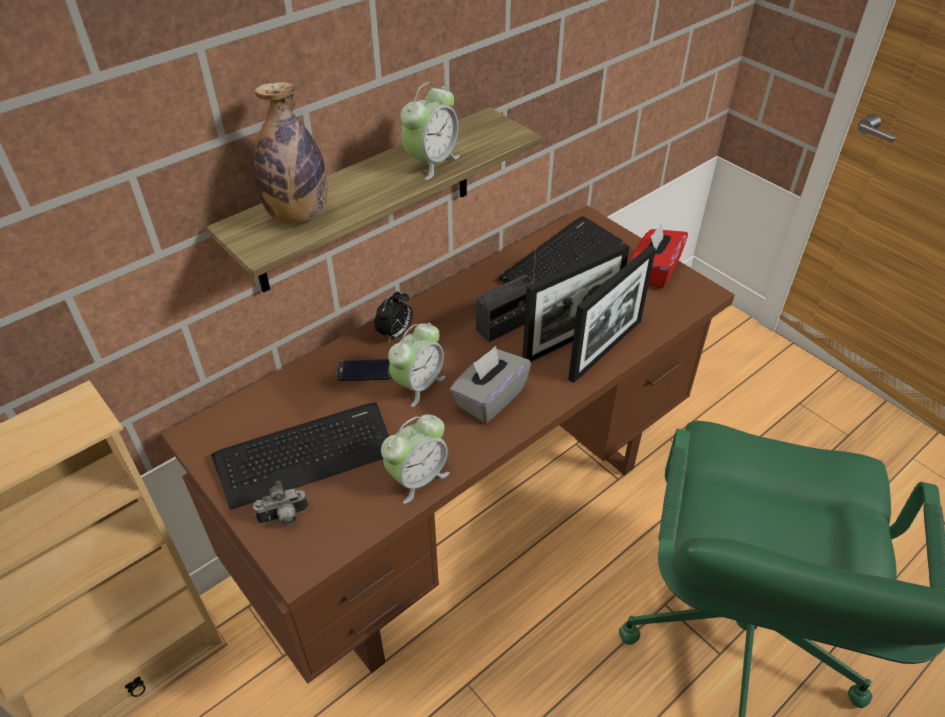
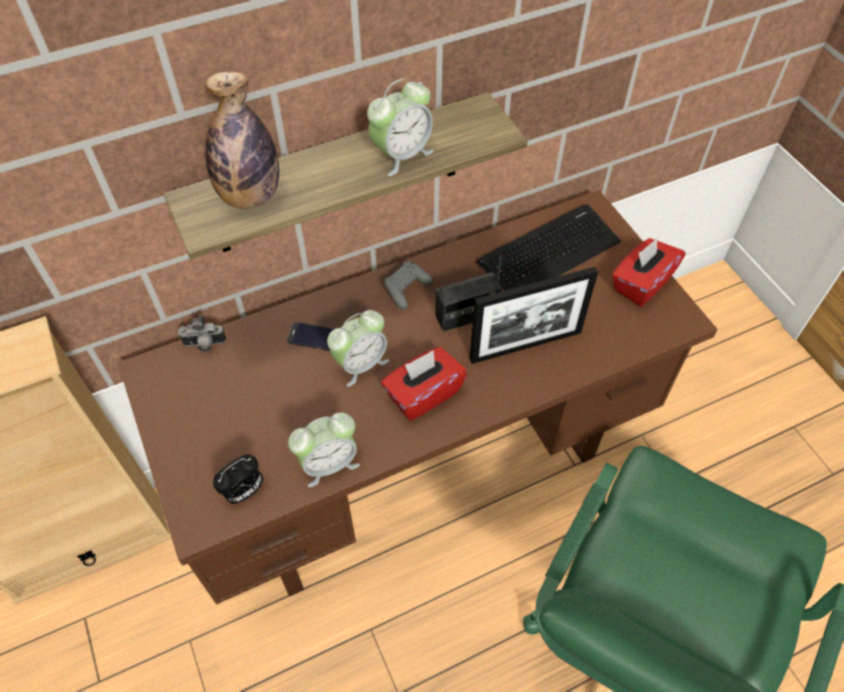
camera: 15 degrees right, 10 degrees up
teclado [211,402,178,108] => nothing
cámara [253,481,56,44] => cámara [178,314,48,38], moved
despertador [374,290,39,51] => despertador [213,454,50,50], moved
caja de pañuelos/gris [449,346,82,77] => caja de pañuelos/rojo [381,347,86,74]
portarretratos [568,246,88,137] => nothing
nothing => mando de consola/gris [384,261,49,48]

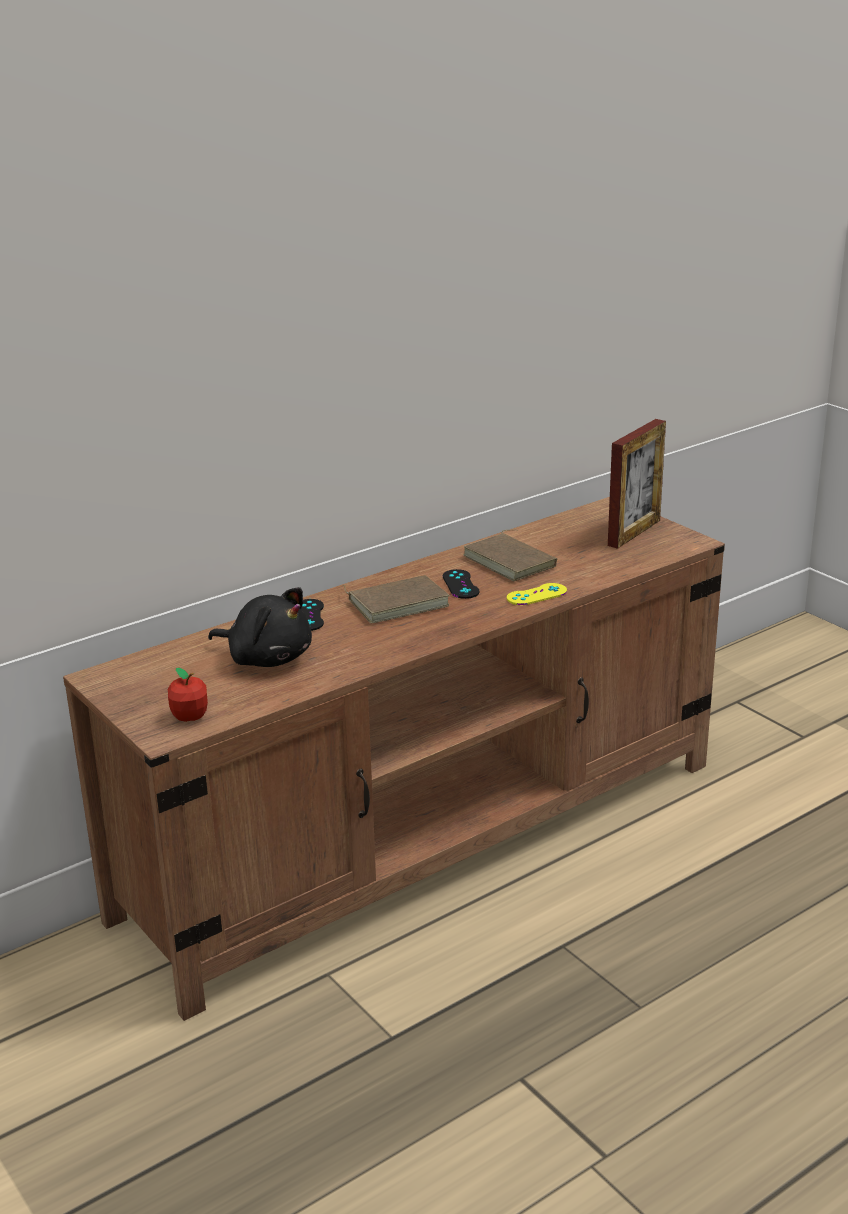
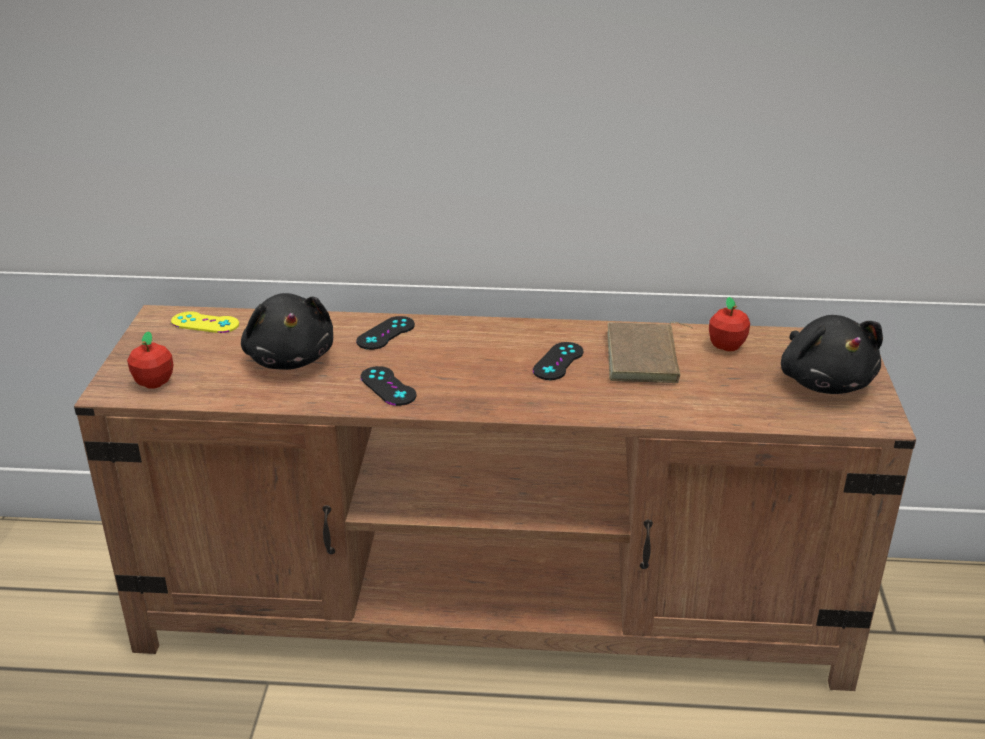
camera: 40 degrees right, 5 degrees up
libro/marrón [343,575,107,48] => nothing
mando de consola/amarillo [507,583,60,22] => mando de consola/amarillo [171,311,68,22], moved
portarretratos [608,419,58,130] => peluche/negro [781,315,102,79]
nothing => mando de consola/negro [360,366,57,40]
nothing => manzana [709,297,41,54]

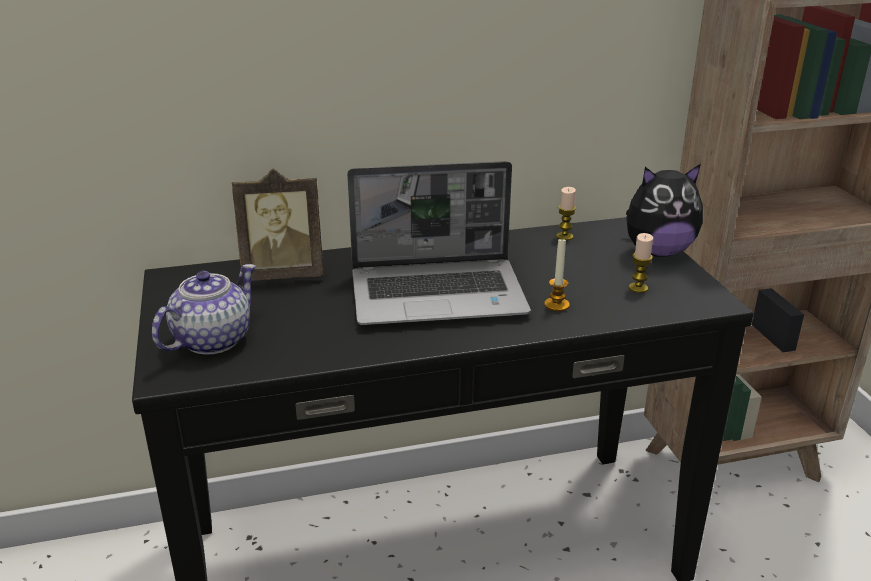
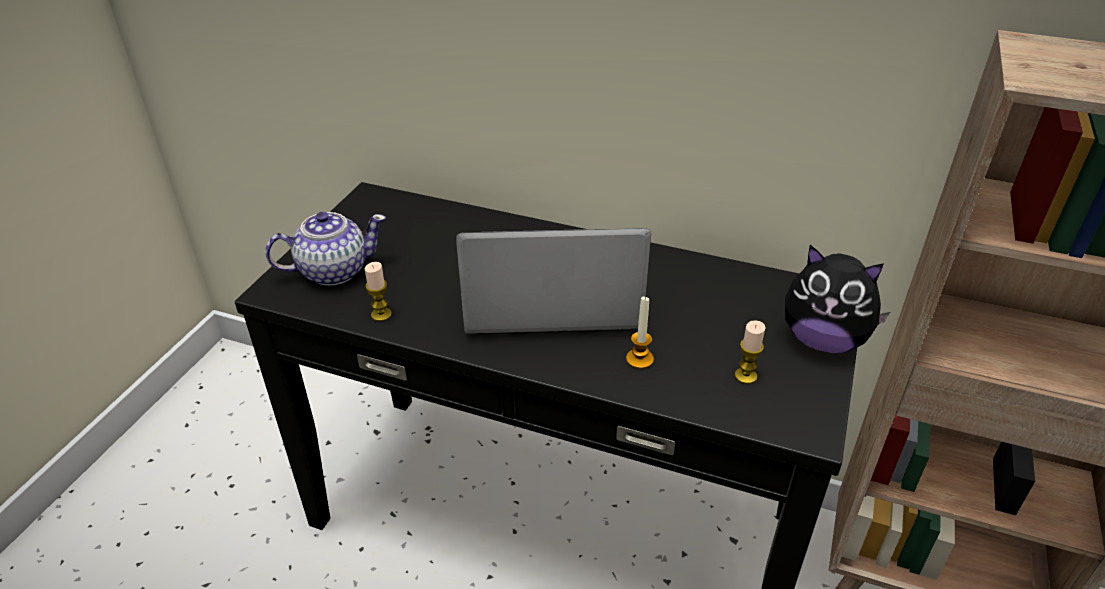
camera: 35 degrees right, 10 degrees up
portarretratos [232,169,92,112] => nothing
portátil [347,161,184,164] => portátil [456,228,195,107], 150 degrees clockwise
vela [556,187,20,54] => vela [365,262,27,60], moved

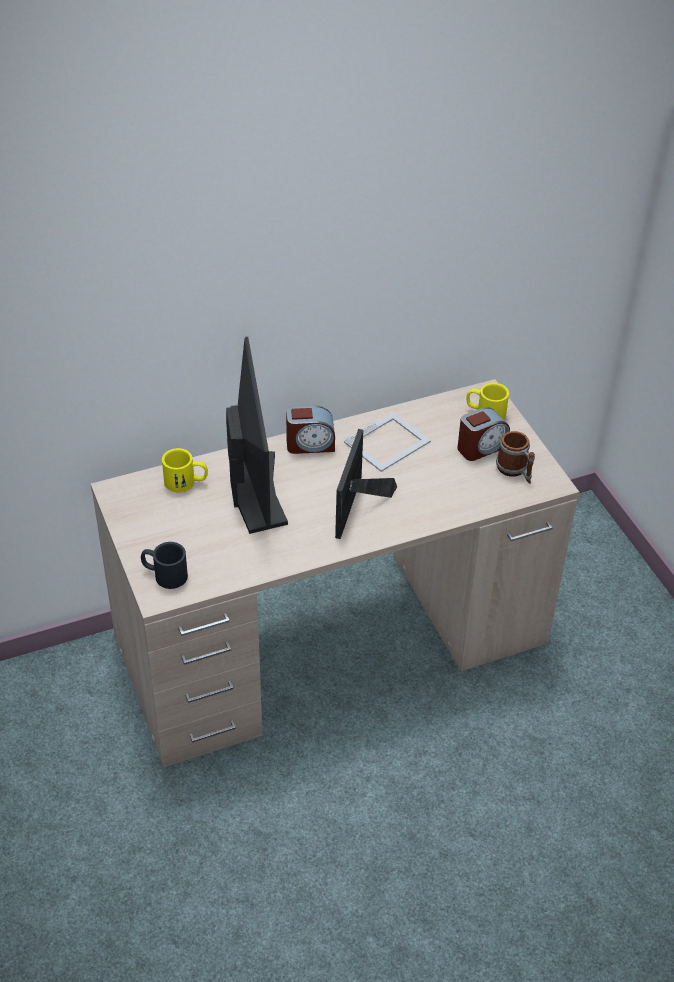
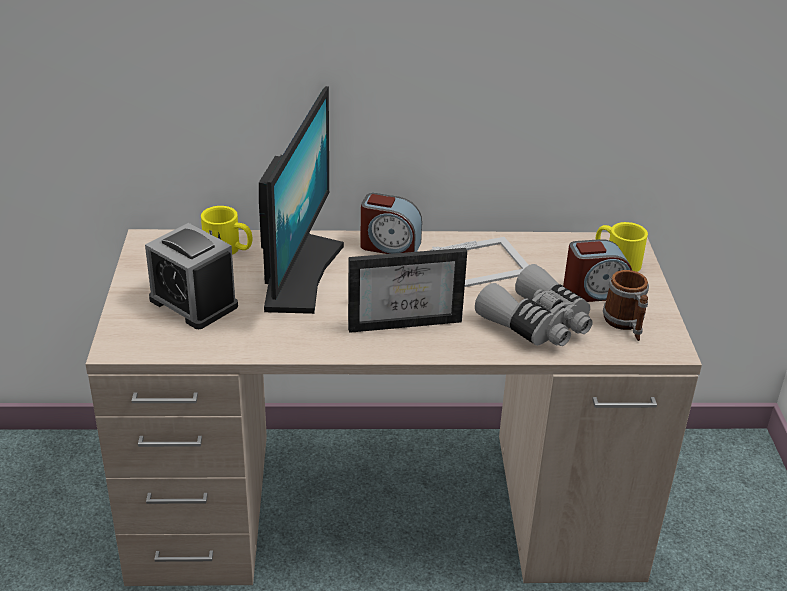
camera: 20 degrees right, 10 degrees down
taza grande/negro [141,542,47,47] => nothing
portarretratos [335,429,62,110] => portarretratos [348,248,119,85], 135 degrees counterclockwise
nothing => despertador [145,223,93,106]
nothing => prismáticos/gris [475,264,118,82]

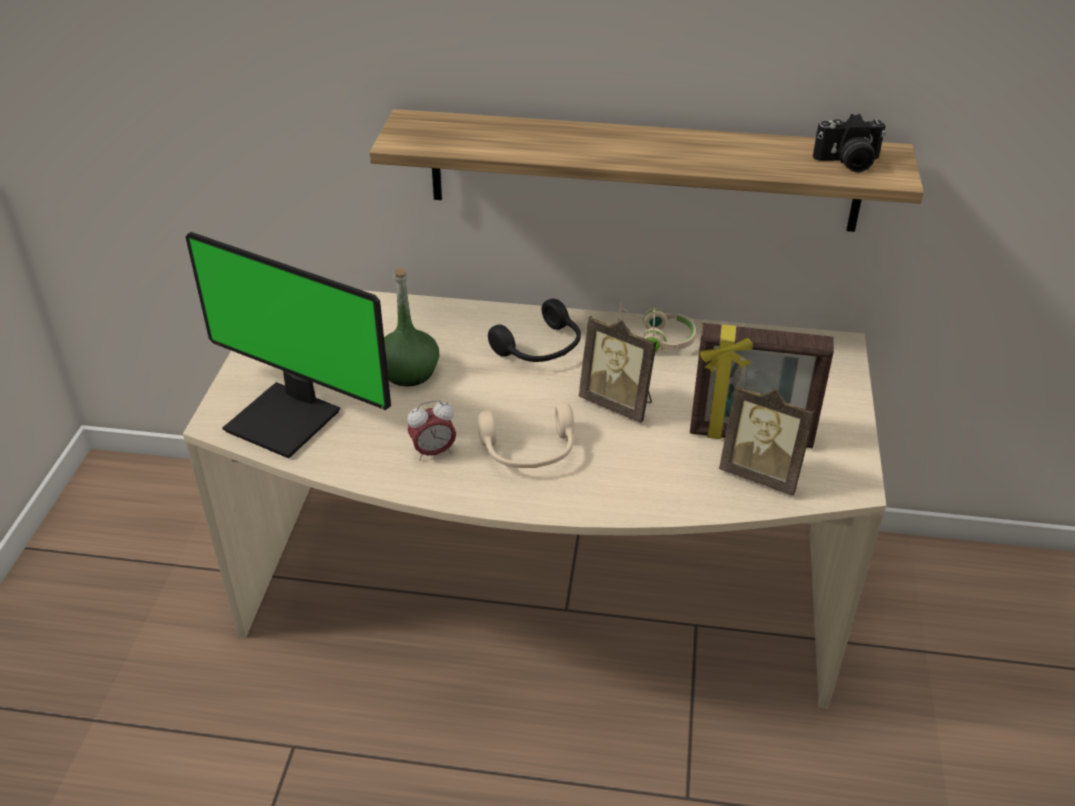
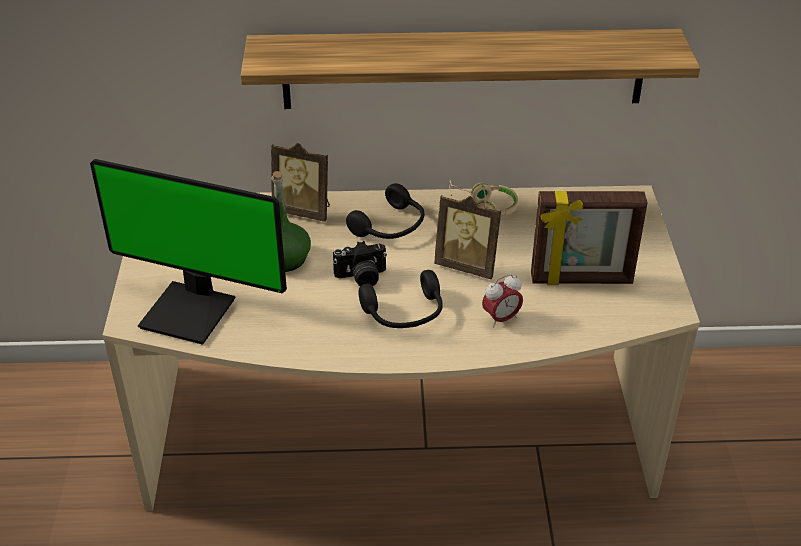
camera: 10 degrees left, 0 degrees up
despertador [407,400,49,61] => despertador [482,274,41,54], moved
auriculares/beis [478,403,96,65] => auriculares/negro [359,270,84,58]
portarretratos [719,384,96,111] => portarretratos [271,143,59,79], moved
cámara [813,114,73,58] => cámara [333,241,54,45], moved

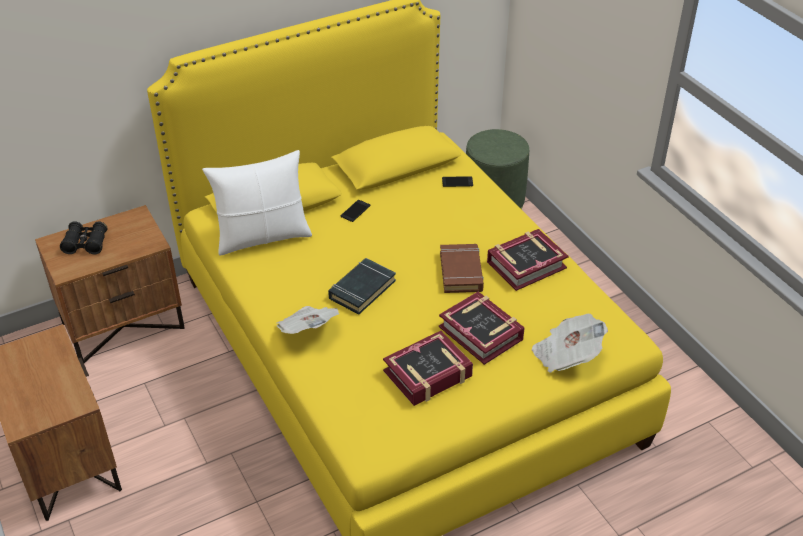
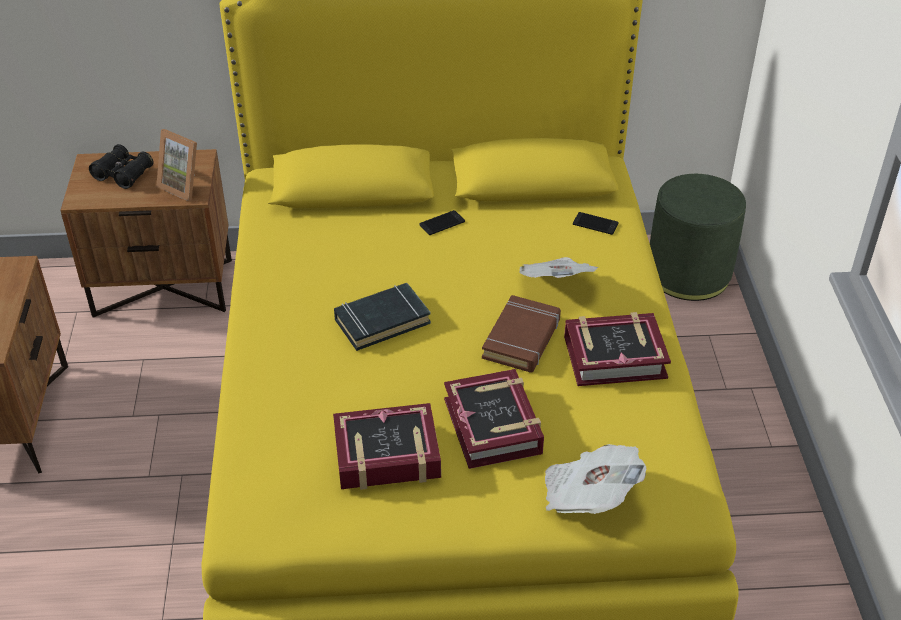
camera: 25 degrees right, 0 degrees up
cojín/blanco [202,150,110,105] => nothing
periódico [276,306,63,28] => periódico [519,257,80,21], moved
nothing => portarretratos [156,129,41,72]

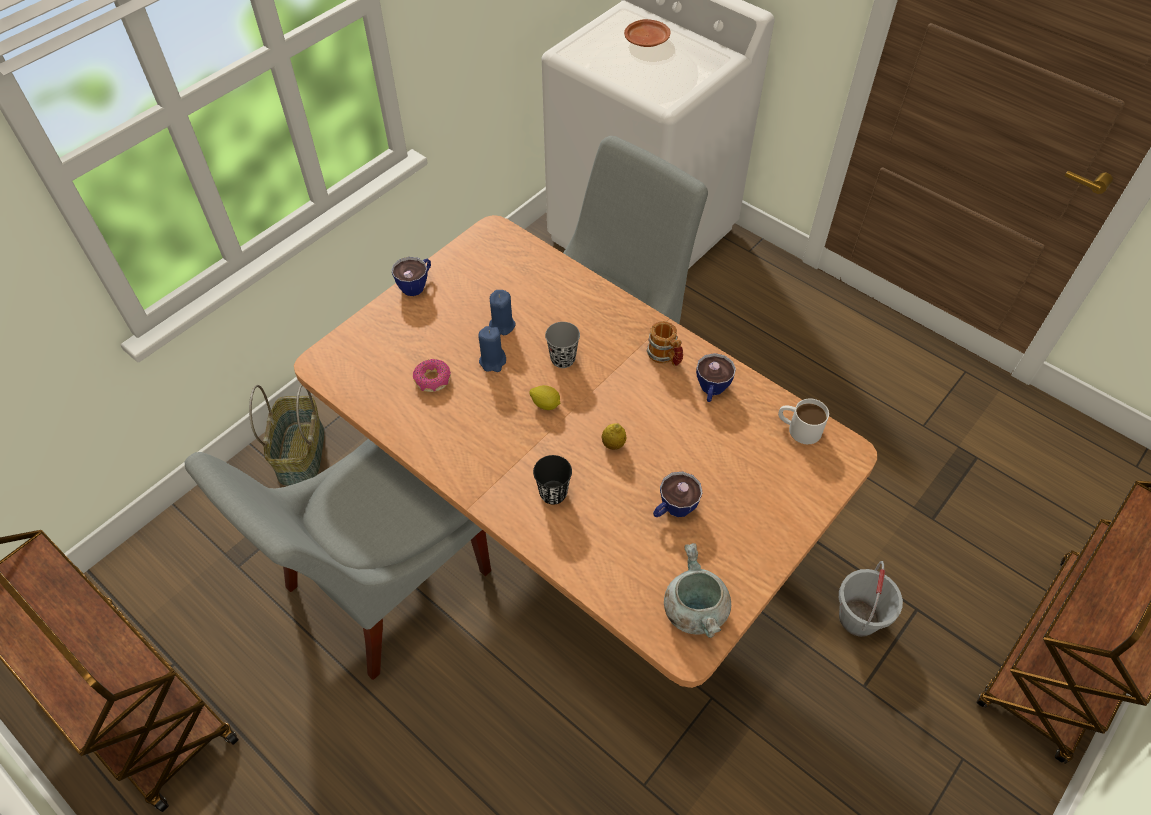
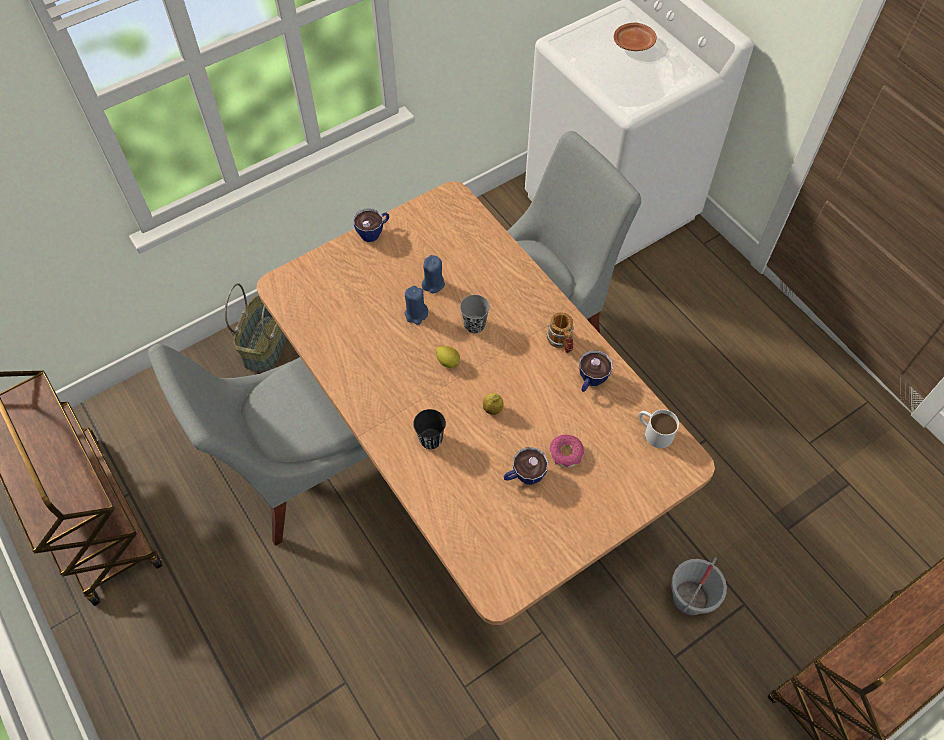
camera: 15 degrees right, 5 degrees up
rosquilla [413,359,38,33] => rosquilla [550,435,34,33], moved
olla/gris [664,543,67,95] => nothing

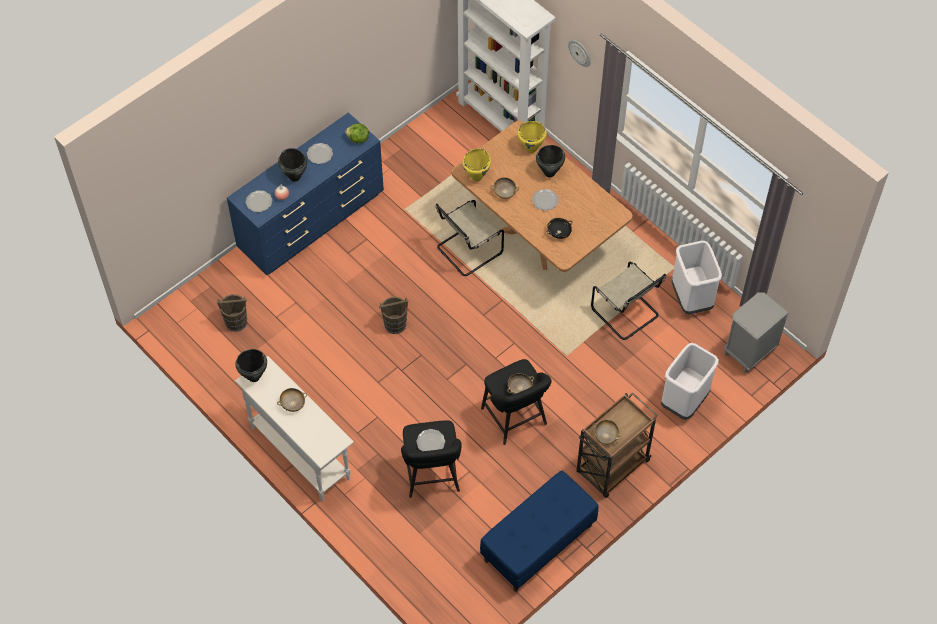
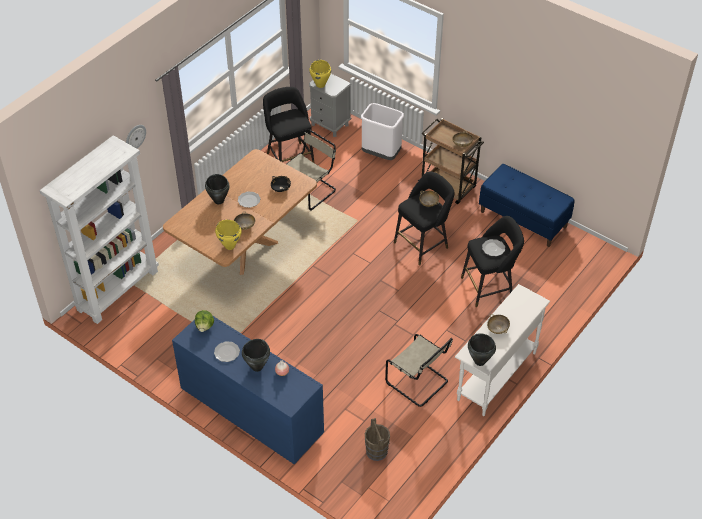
camera: 100 degrees left, 10 degrees down
plato [246,190,26,22] => nothing
cubo/marrón [379,297,30,37] => nothing
silla/beis [436,200,68,76] => silla/beis [385,334,68,73], moved
olla/amarillo [517,121,30,32] => olla/amarillo [309,60,22,28], moved
papelera/blanco [672,241,50,73] => taburete/negro [263,87,52,76]

